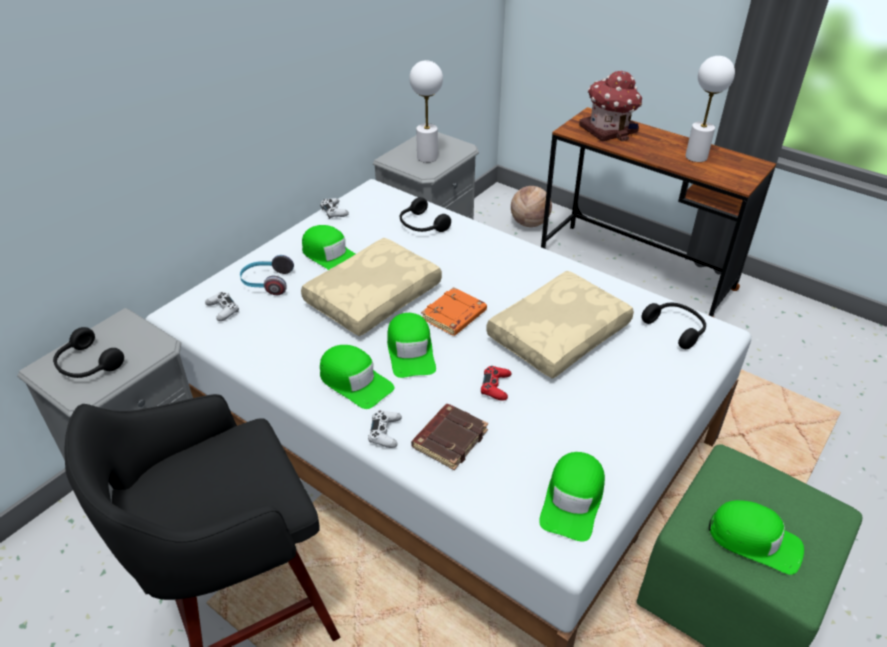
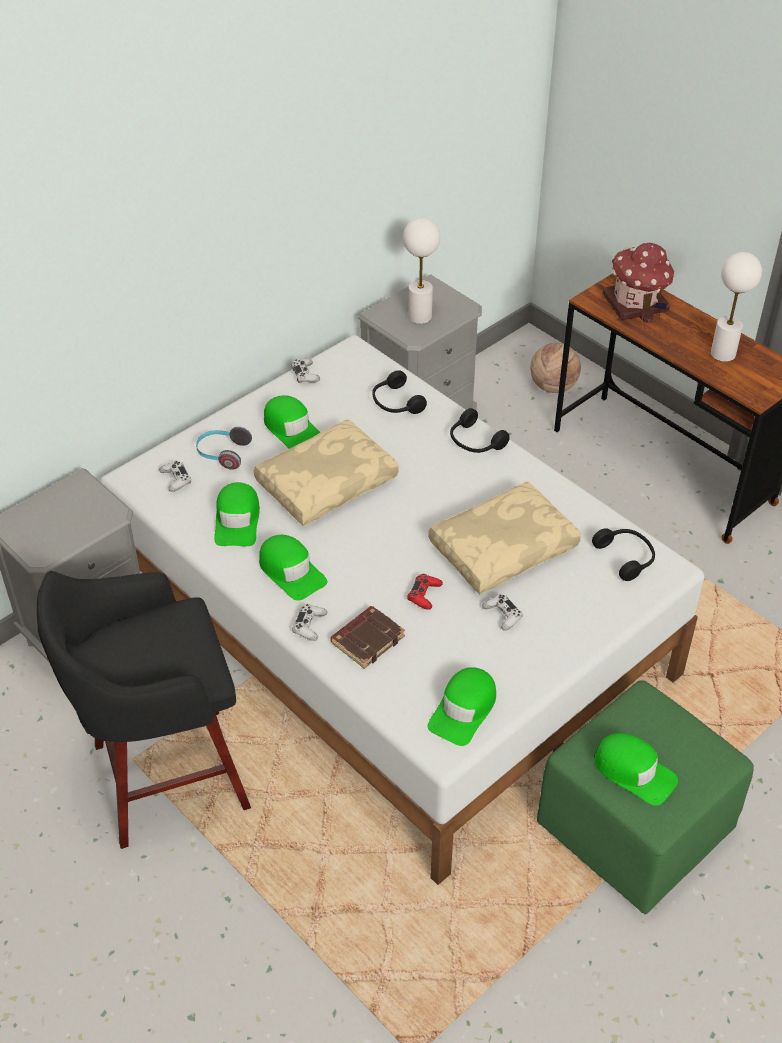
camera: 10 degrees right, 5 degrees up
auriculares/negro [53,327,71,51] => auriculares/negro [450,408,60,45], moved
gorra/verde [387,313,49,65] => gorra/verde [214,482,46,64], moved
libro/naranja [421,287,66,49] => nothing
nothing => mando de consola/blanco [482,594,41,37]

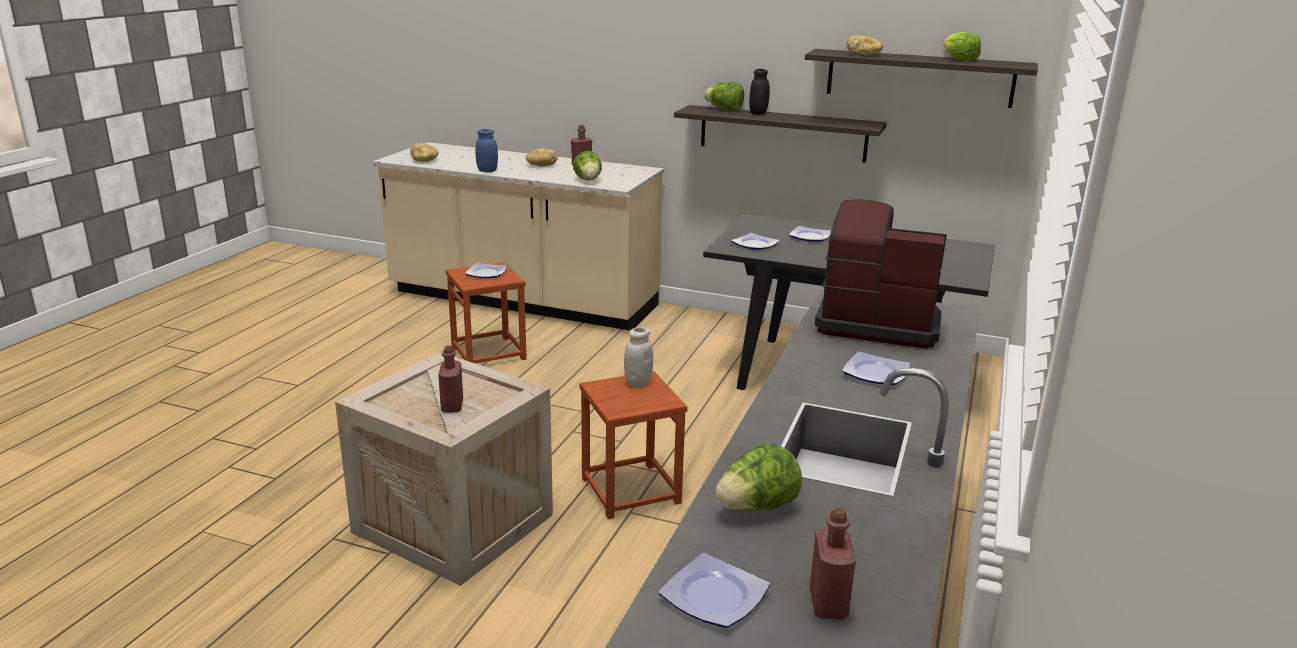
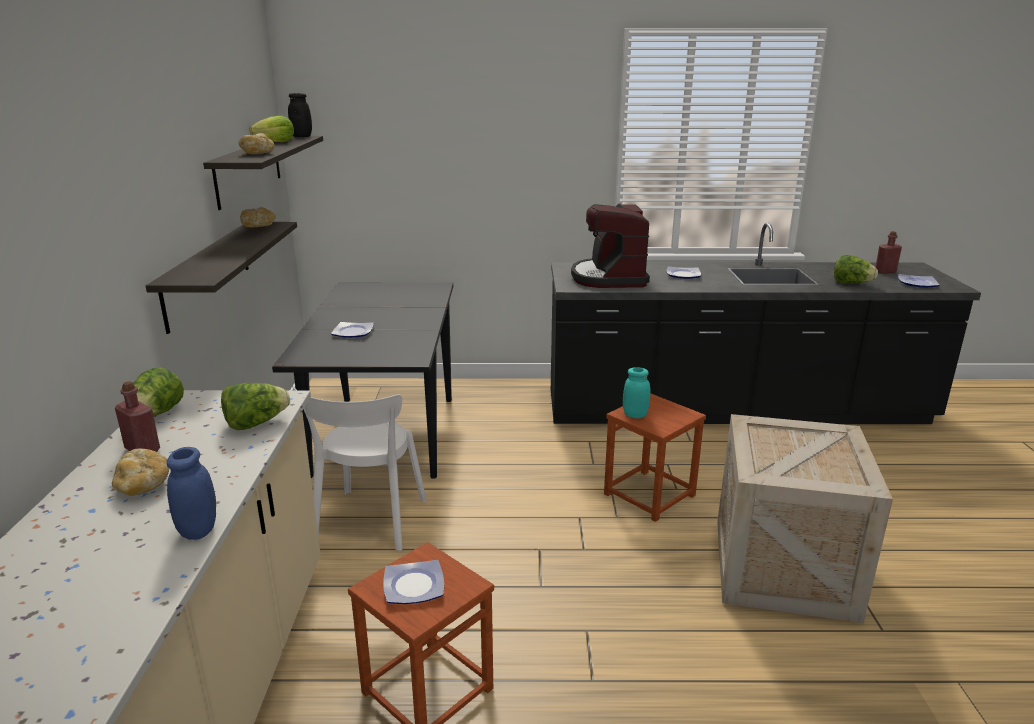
camera: 110 degrees left, 0 degrees up
pan [410,143,28,19] => pan [240,207,36,20], moved
botella/rojo [438,346,25,67] => nothing
tarro/blanco [624,327,29,60] => tarro/turquesa [623,367,27,51]
lechuga [705,82,39,29] => lechuga [133,368,51,48], moved
plato [731,233,49,17] => nothing
tarro/negro [749,69,21,46] => tarro/negro [288,93,24,44], moved
nothing => silla/blanco [293,386,134,165]

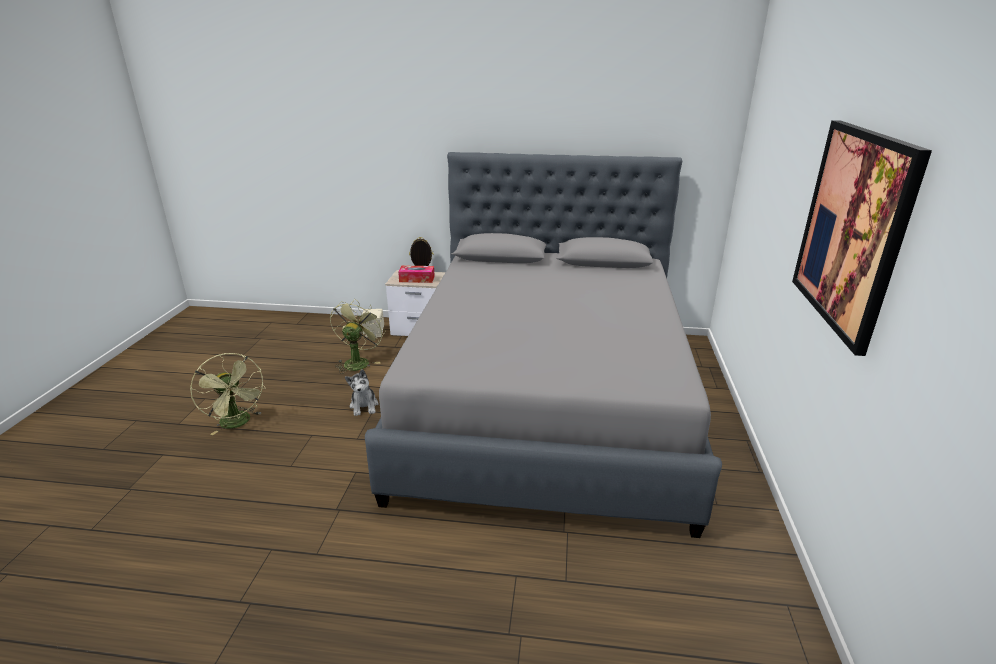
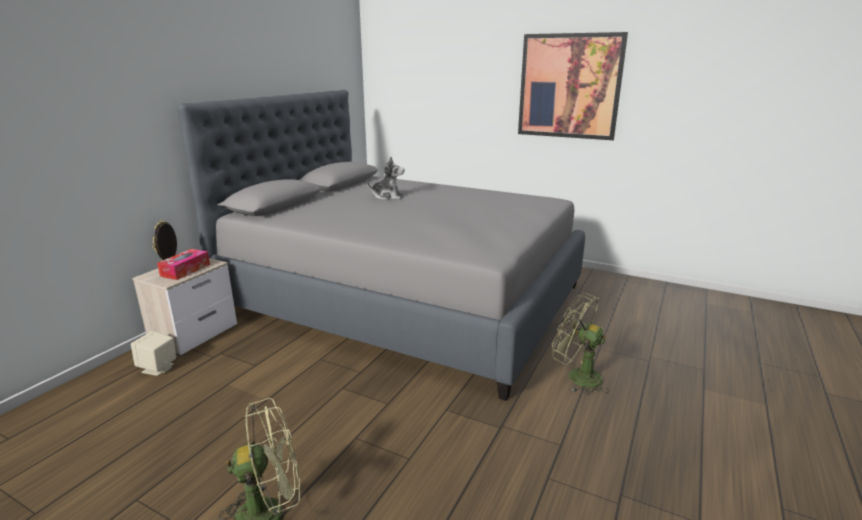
camera: 70 degrees left, 5 degrees down
ventilador/verde [330,299,56,75] => ventilador/verde [552,293,58,102], moved
peluche [345,369,34,47] => peluche [367,157,37,43], moved

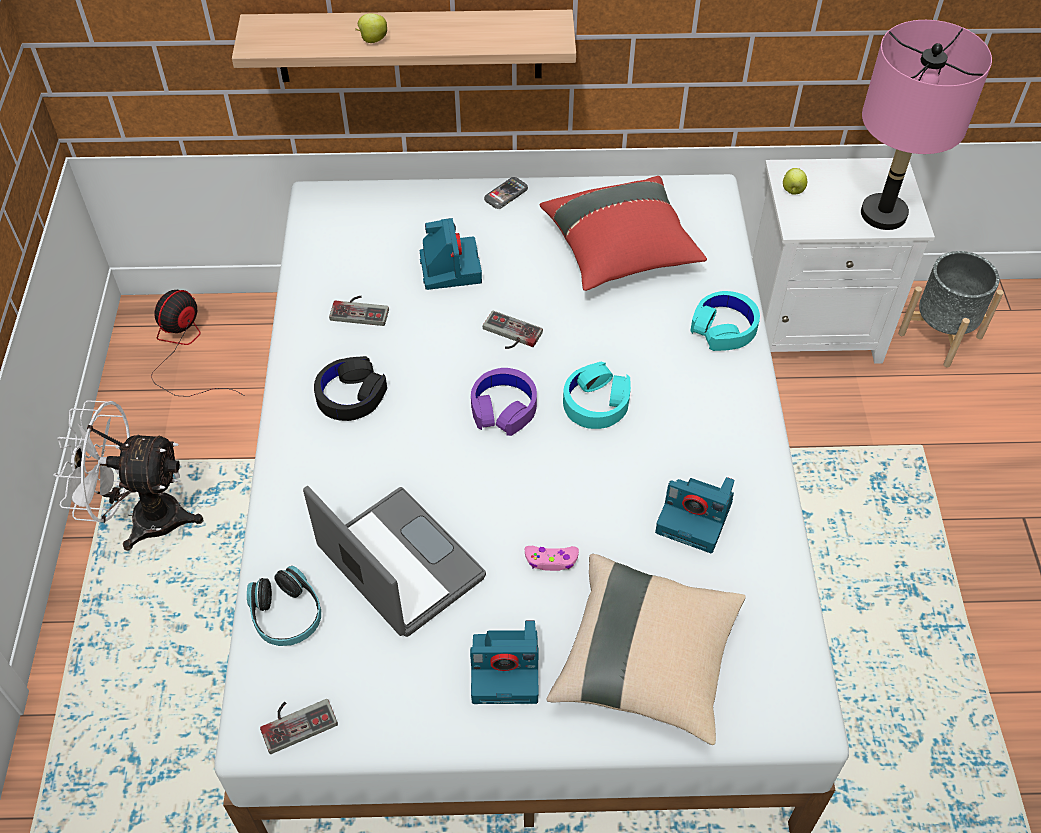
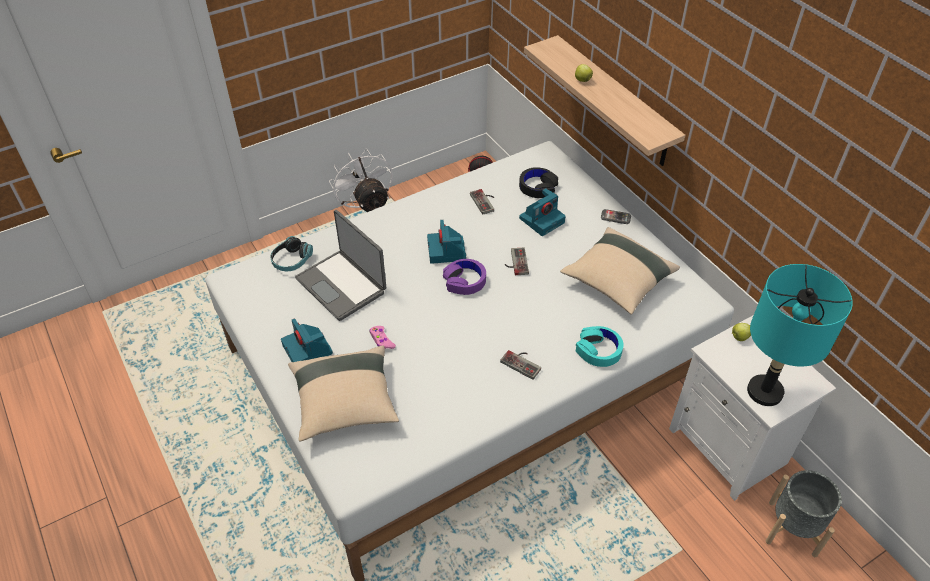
camera: 60 degrees right, 5 degrees down
mando de consola [260,699,78,55] => mando de consola [500,350,41,30], moved
portátil [303,486,183,151] => portátil [295,210,91,111], 120 degrees clockwise
auriculares/negro [314,356,73,65] => auriculares/negro [519,167,39,31], moved
cojín/rojo [540,176,167,115] => cojín/beis [560,227,120,88]
auriculares/turquesa [563,362,68,67] => nothing
cámara [655,477,79,76] => cámara [427,220,39,44], moved
lámpara de mesa/rosa [861,20,131,210] => lámpara de mesa/turquesa [747,264,106,142]

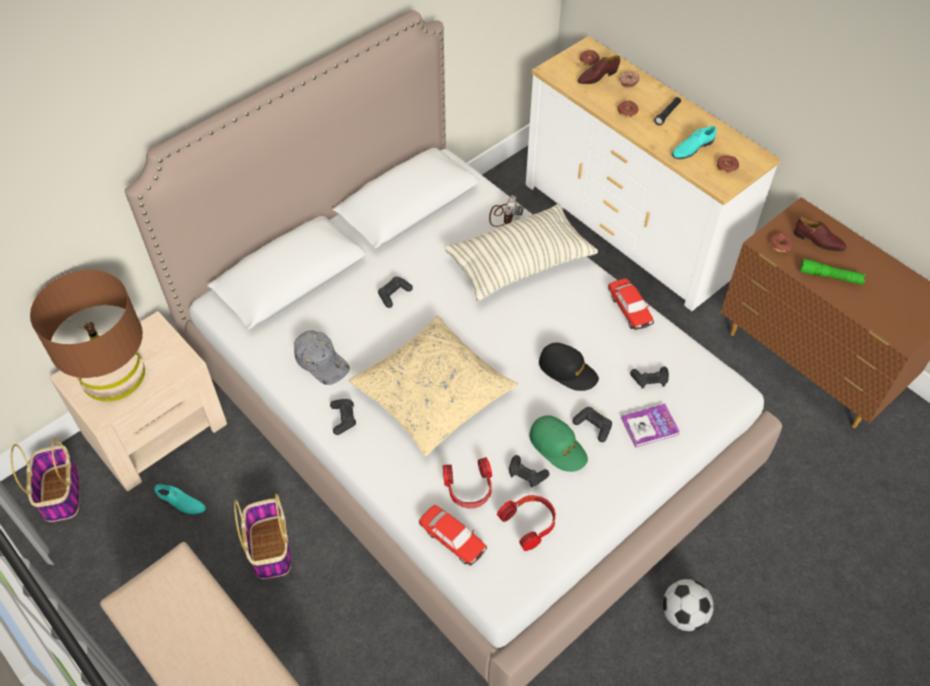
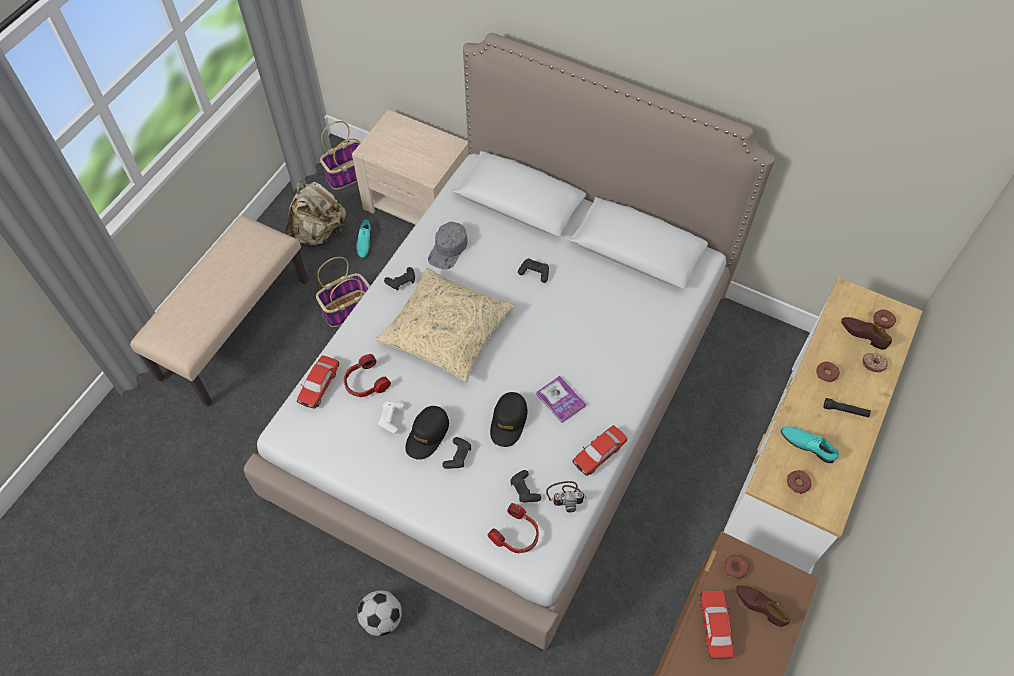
camera: 70 degrees right, 5 degrees up
lámpara de mesa/marrón [30,270,115,132] => nothing
cojín [444,203,154,98] => nothing
cámara [489,195,34,32] => cámara [546,481,41,32], moved
auriculares [497,495,59,56] => auriculares [487,503,52,51], moved
mando de consola/negro [509,455,40,32] => mando de consola/blanco [378,401,27,33]
gorra/verde [529,415,59,57] => gorra/negro [405,406,44,54]
libro [621,404,59,44] => libro [536,376,50,47], moved
zapato/marrón [794,217,52,34] => zapato/marrón [736,585,54,42], 120 degrees clockwise
linterna/verde [800,259,65,26] => coche de juguete [700,591,34,68]
nothing => mochila/beis [285,181,61,66]

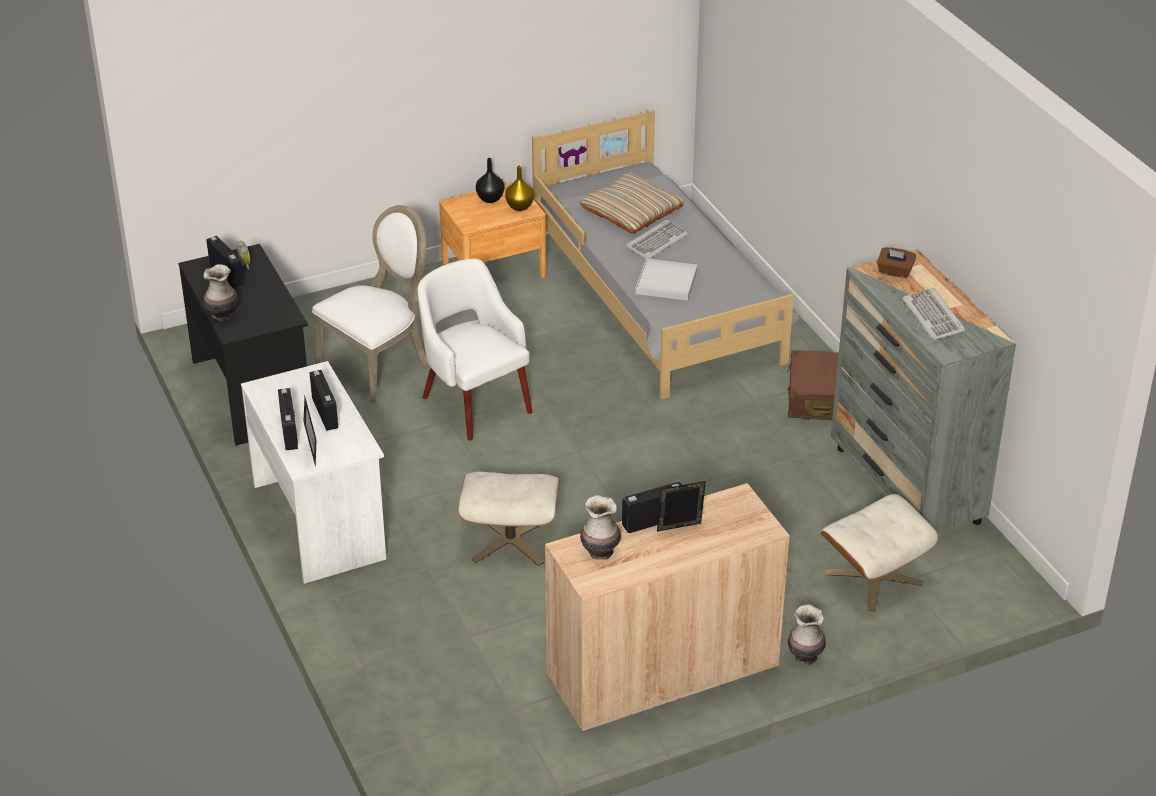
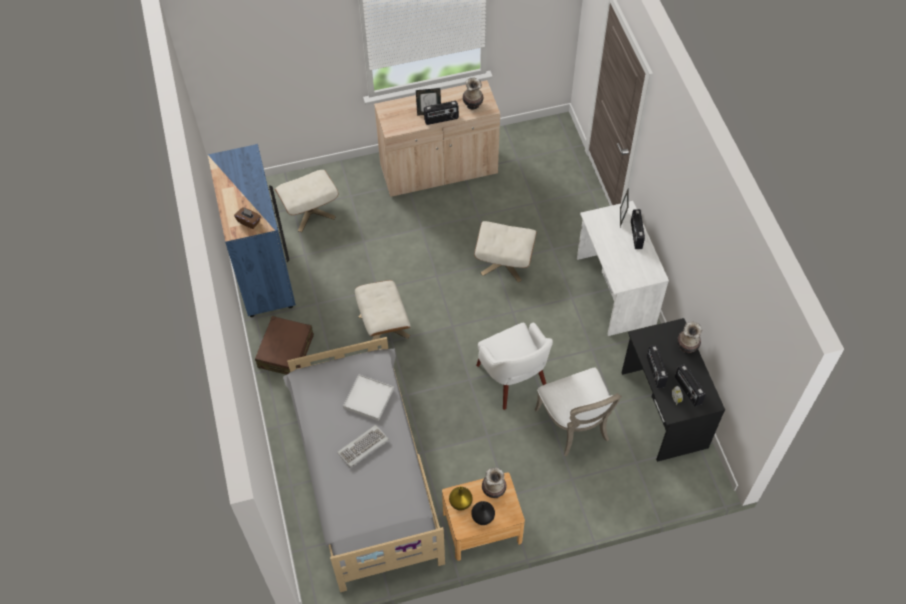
camera: 170 degrees left, 20 degrees up
radio [310,370,28,61] => radio [647,345,21,43], moved
silla/blanco [312,205,117,199] => silla/blanco [535,367,87,89], 75 degrees counterclockwise
cojín/beis [580,172,103,61] => nothing
florero [788,604,38,61] => florero [482,467,24,31], moved
cómoda/gris [831,249,185,283] => cómoda/azul [208,144,88,173]
teclado [902,288,64,52] => nothing
nothing => puf/beis [355,280,55,60]

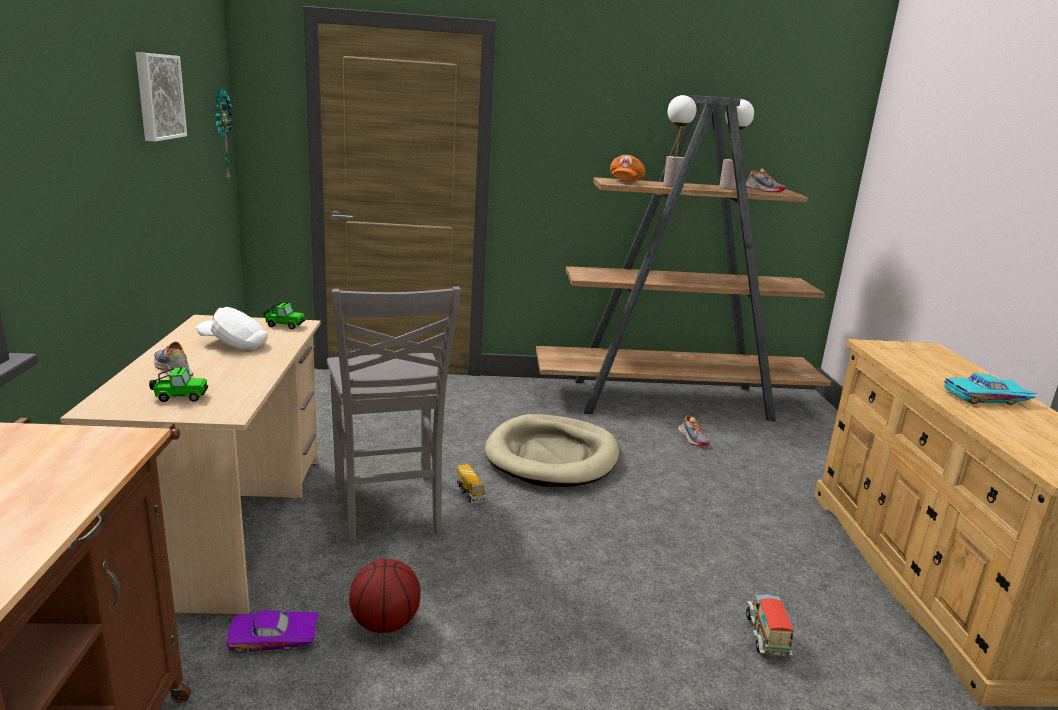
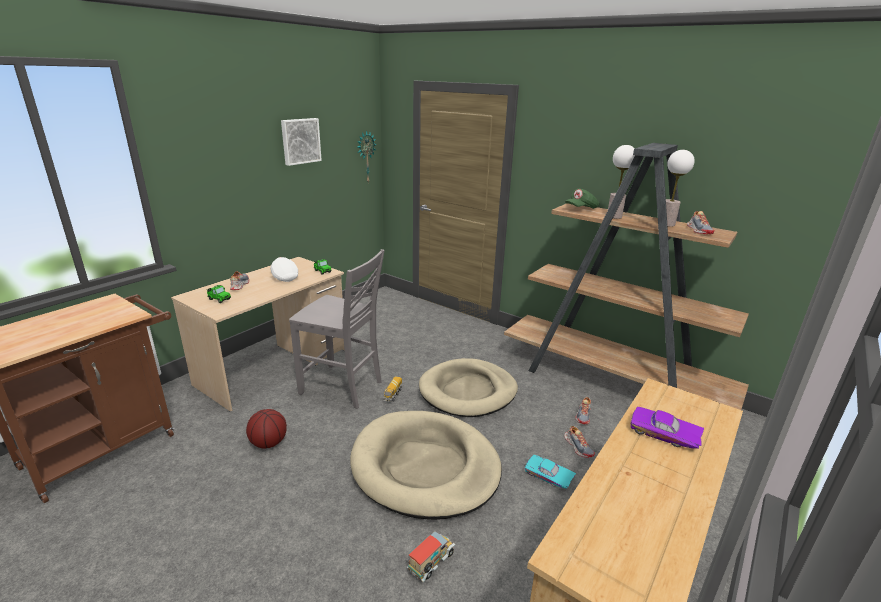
camera: 40 degrees right, 5 degrees up
coche de juguete/morado [226,610,93,43] => coche de juguete/morado [631,407,73,42], moved
silla/gris [327,286,134,260] => silla/gris [289,249,95,160], 90 degrees counterclockwise
gorra/naranja [610,155,35,26] => gorra/verde [565,189,35,20]
coche de juguete/turquesa [945,373,92,32] => coche de juguete/turquesa [525,455,51,34], moved
nothing => cama para perro/beis [350,411,152,109]
nothing => zapato [564,426,31,32]

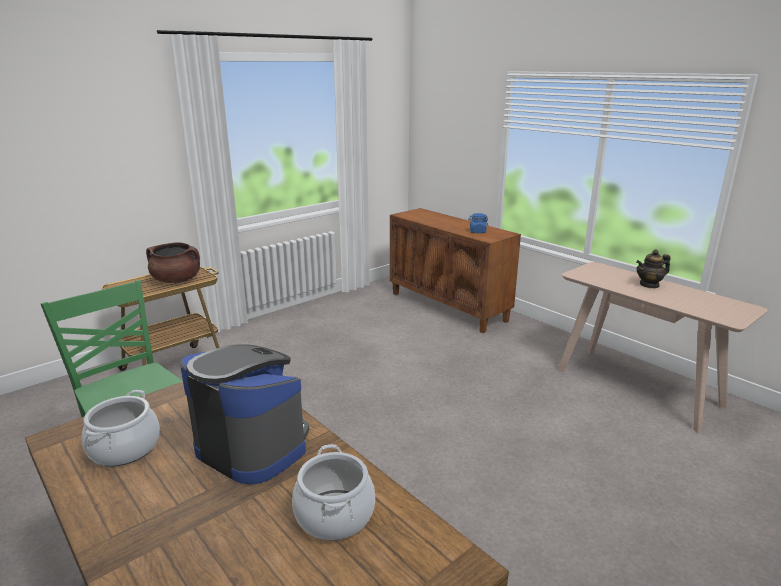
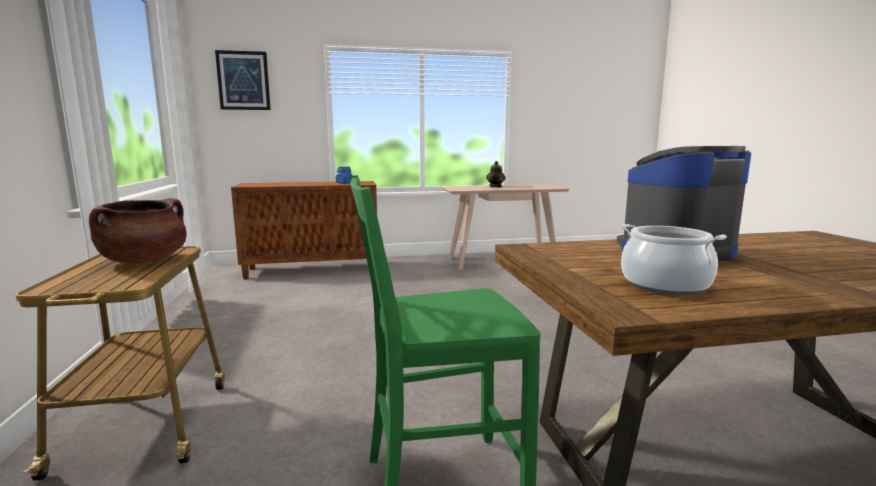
camera: 60 degrees left, 10 degrees down
olla [292,444,83,96] => nothing
nothing => cuadro [215,50,56,60]

